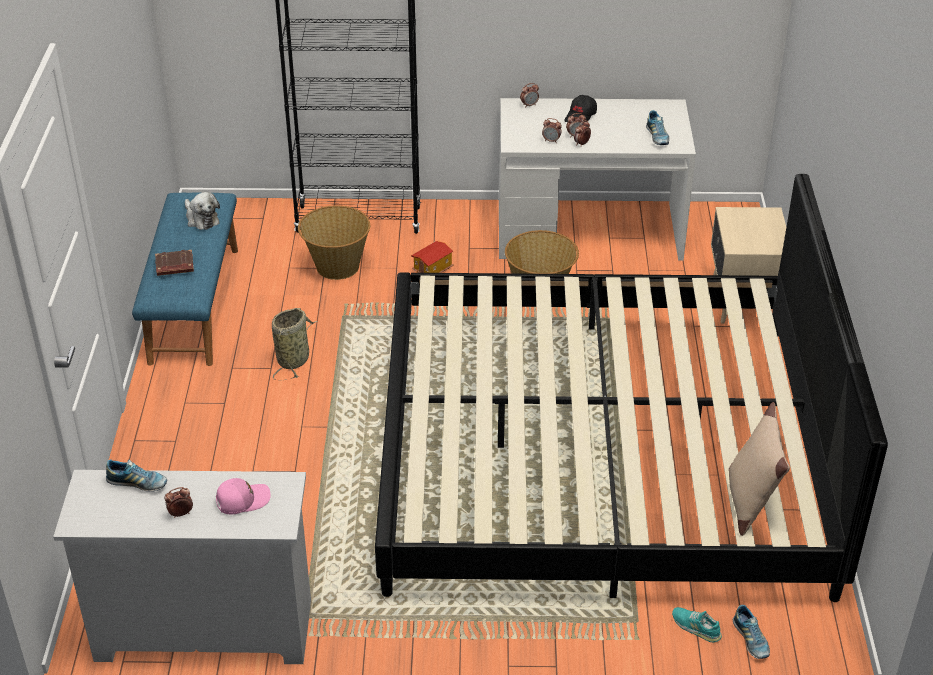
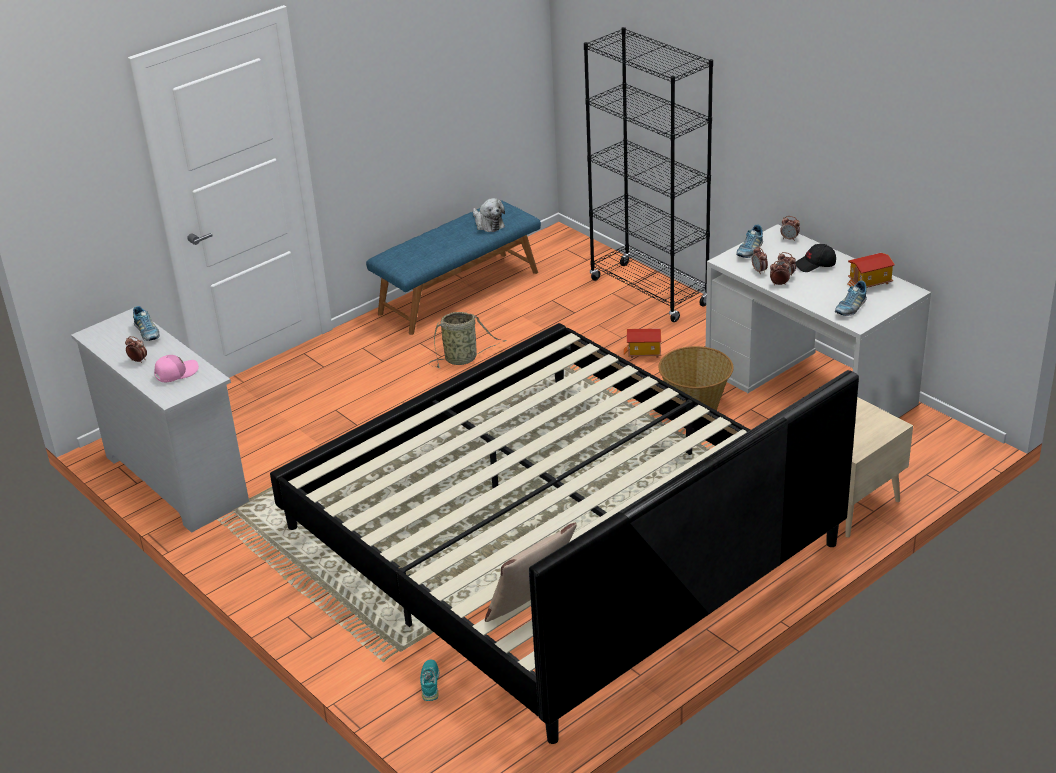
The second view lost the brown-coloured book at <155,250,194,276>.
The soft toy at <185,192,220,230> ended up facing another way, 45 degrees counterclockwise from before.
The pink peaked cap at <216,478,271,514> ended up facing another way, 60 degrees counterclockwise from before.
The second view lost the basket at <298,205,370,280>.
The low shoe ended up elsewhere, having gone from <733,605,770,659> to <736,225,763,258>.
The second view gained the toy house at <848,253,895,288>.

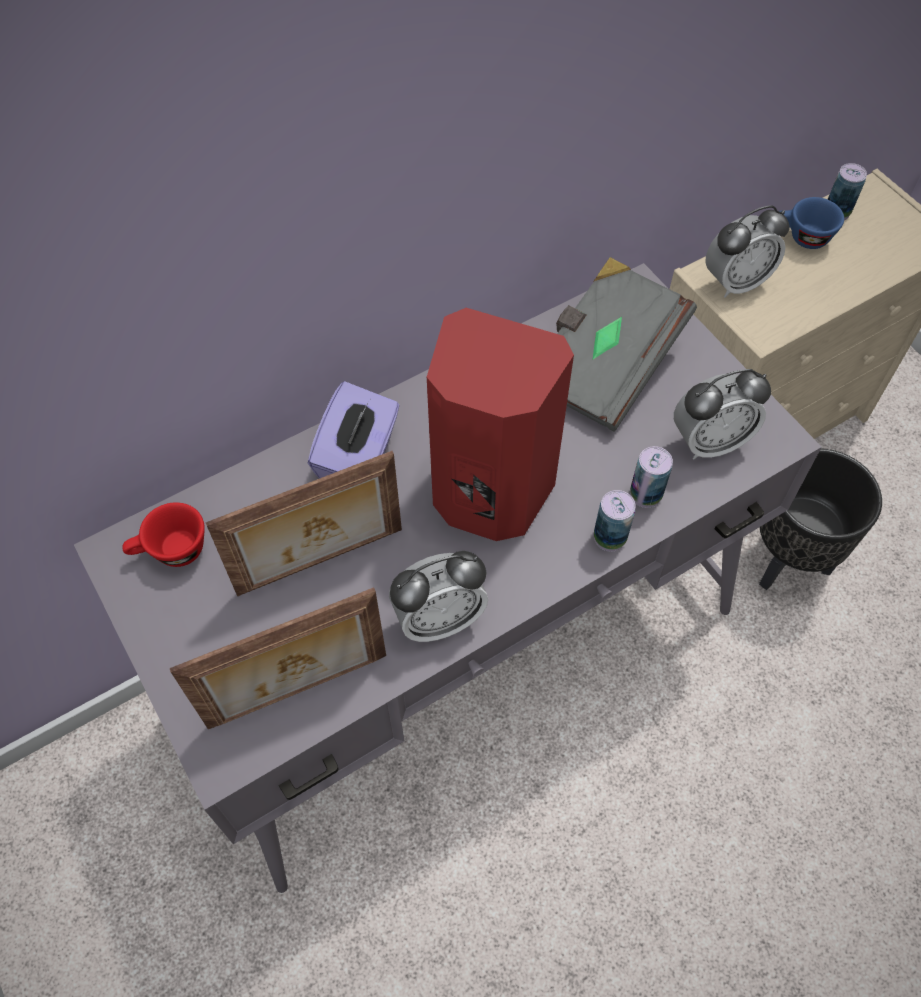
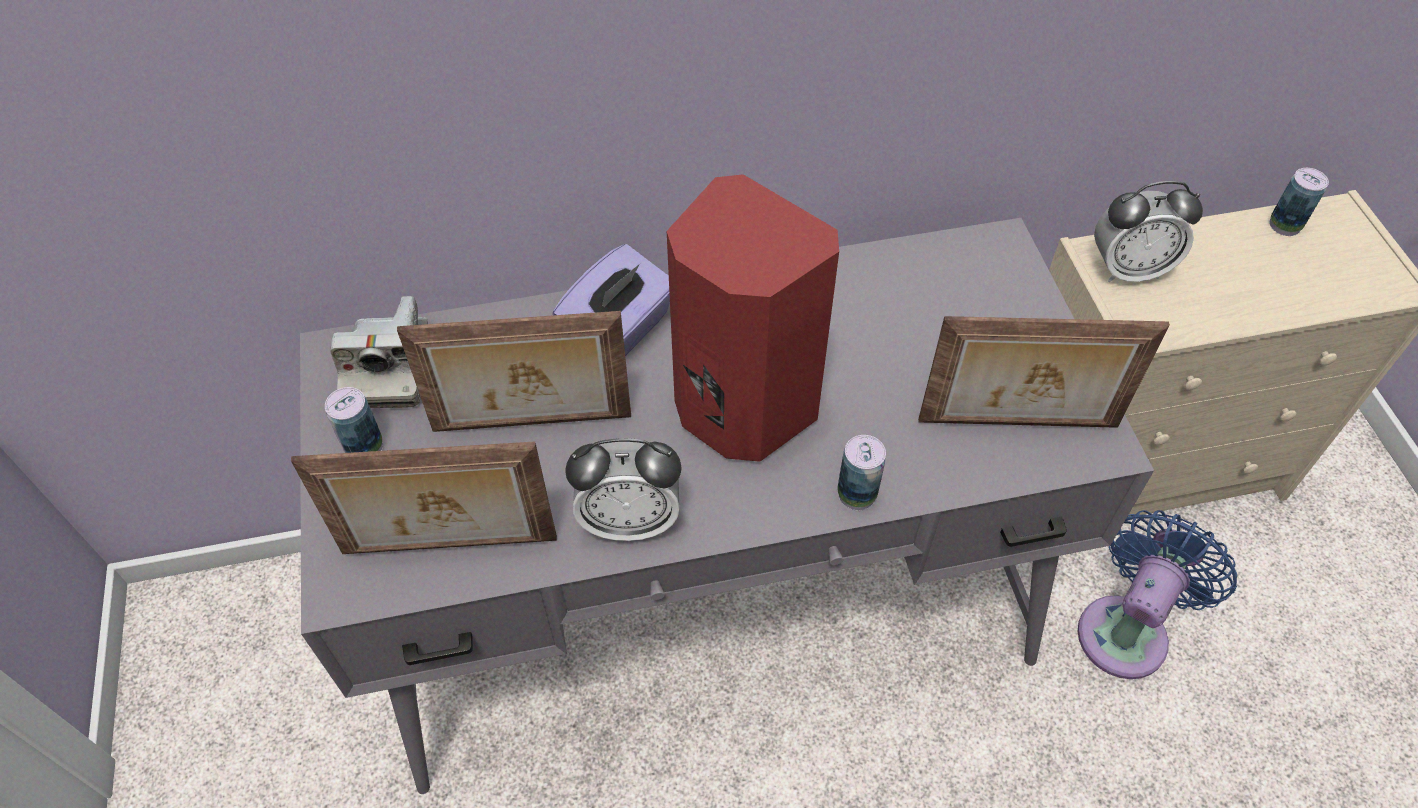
Where the red cup stood at <123,502,205,567>, the still camera came to stand at <330,296,428,408>.
The second view lost the greyish book at <556,257,697,432>.
The metal can ended up elsewhere, having gone from <630,446,673,508> to <325,387,383,453>.
Where the alarm clock stood at <674,369,771,459>, the standing frame came to stand at <918,316,1170,428>.
Where the blackish flower pot stood at <759,449,882,590>, the blue cooling fan came to stand at <1078,510,1237,679>.
The second view lost the blue cup at <779,197,844,249>.

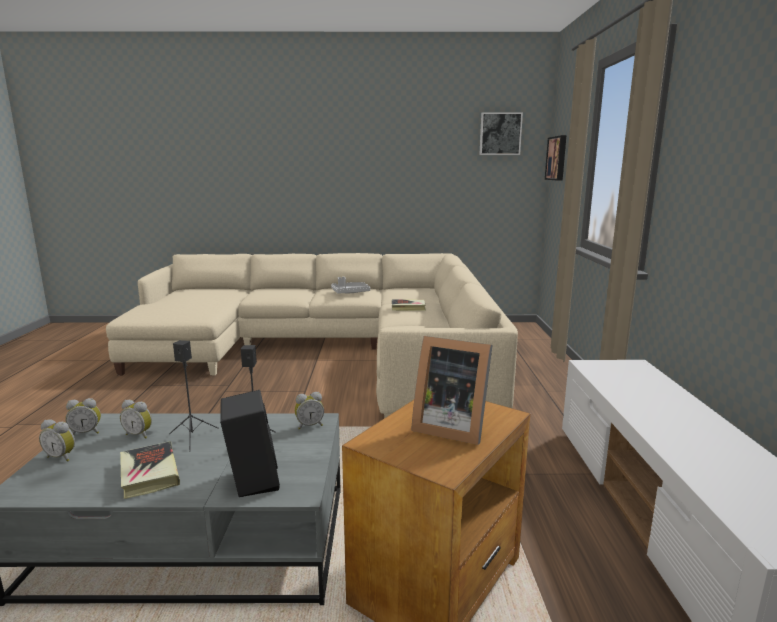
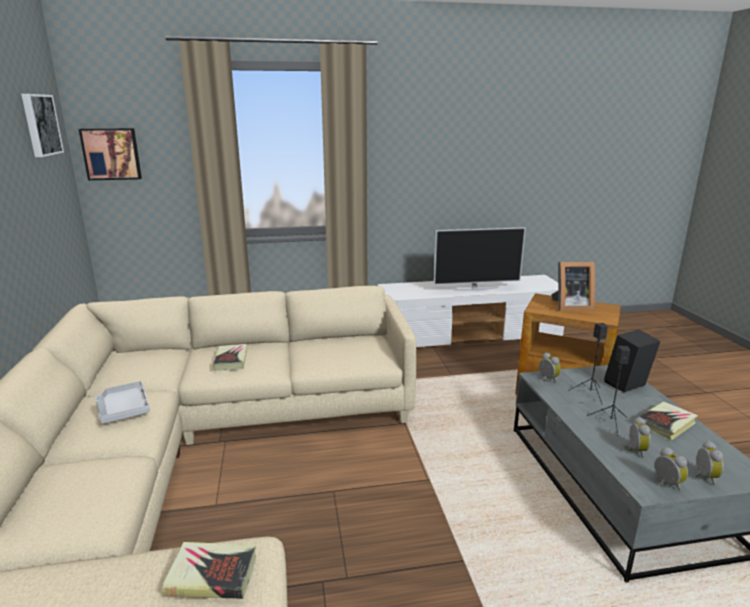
The standing frame at <411,336,493,445> ended up facing another way, 75 degrees clockwise from before.
The second view gained the book at <162,542,256,599>.
The second view gained the TV at <434,227,526,291>.

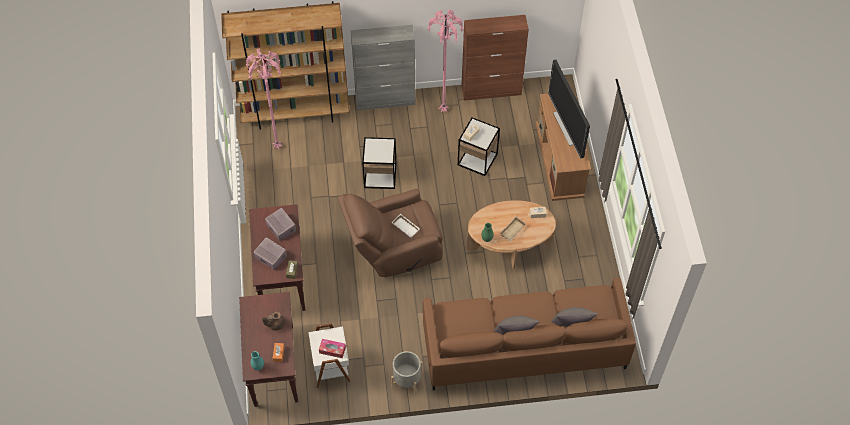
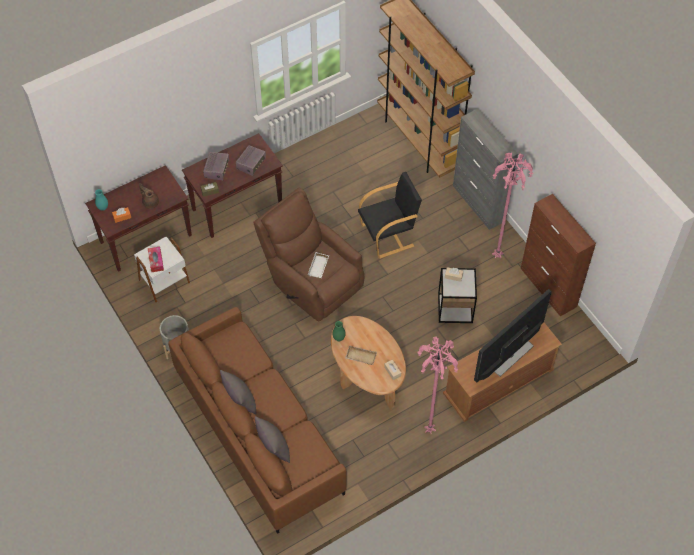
The pink floor lamp ended up elsewhere, having gone from <245,48,282,150> to <418,336,458,434>.
Where the accent table stood at <362,137,396,189>, the blackish lounge chair came to stand at <358,172,422,259>.

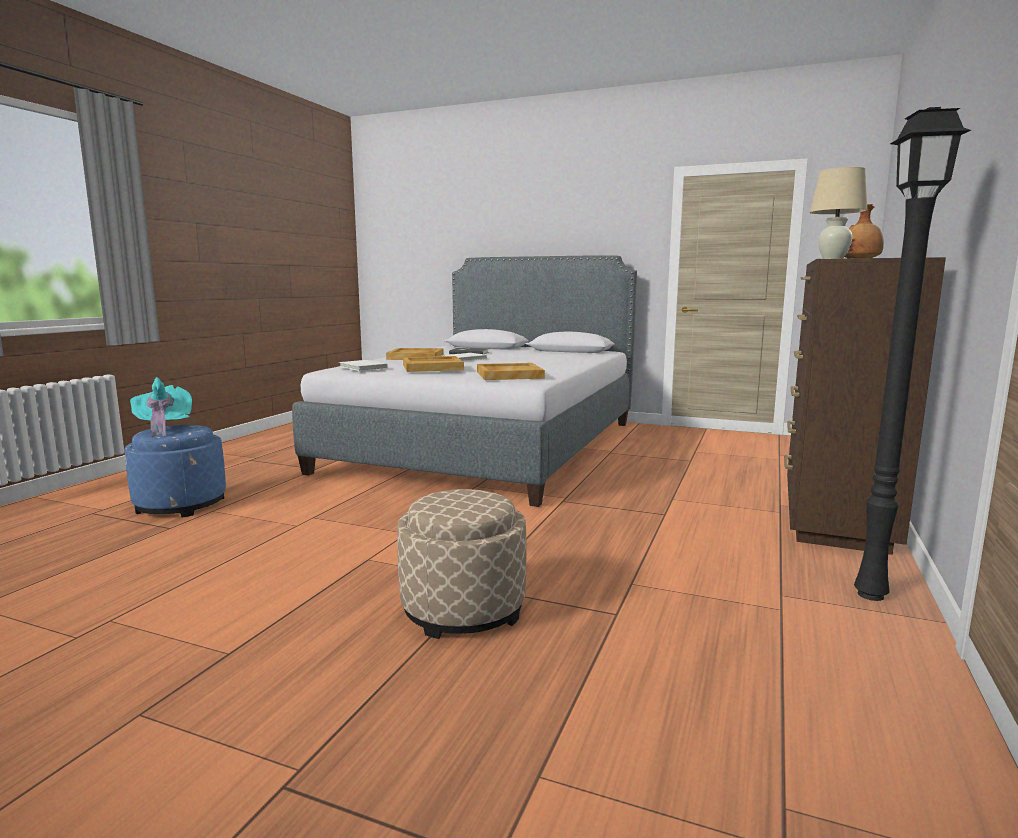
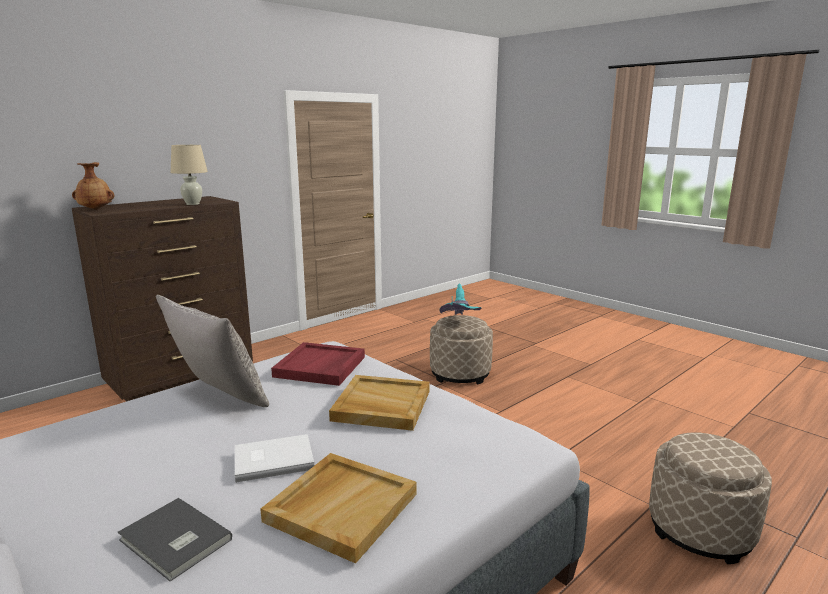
What was the blue ottoman at <124,425,226,517> turned into the sand-coloured ottoman at <649,432,772,564>.
The blue-green clothing hat ended up elsewhere, having gone from <130,377,192,437> to <439,284,482,315>.
The second view lost the whitish book at <339,360,388,371>.
What was the sand-coloured serving tray at <477,363,545,380> turned into the red serving tray at <271,342,365,386>.
The second view lost the blackish floor lamp at <854,107,971,601>.
The second view gained the greyish cushion at <156,295,269,407>.

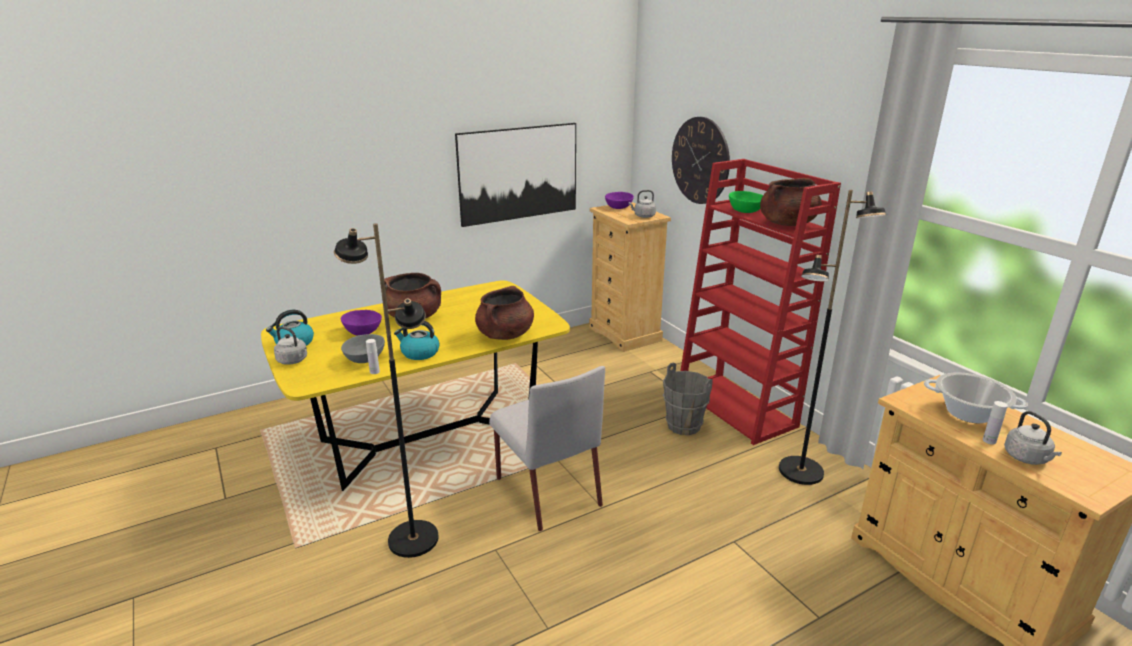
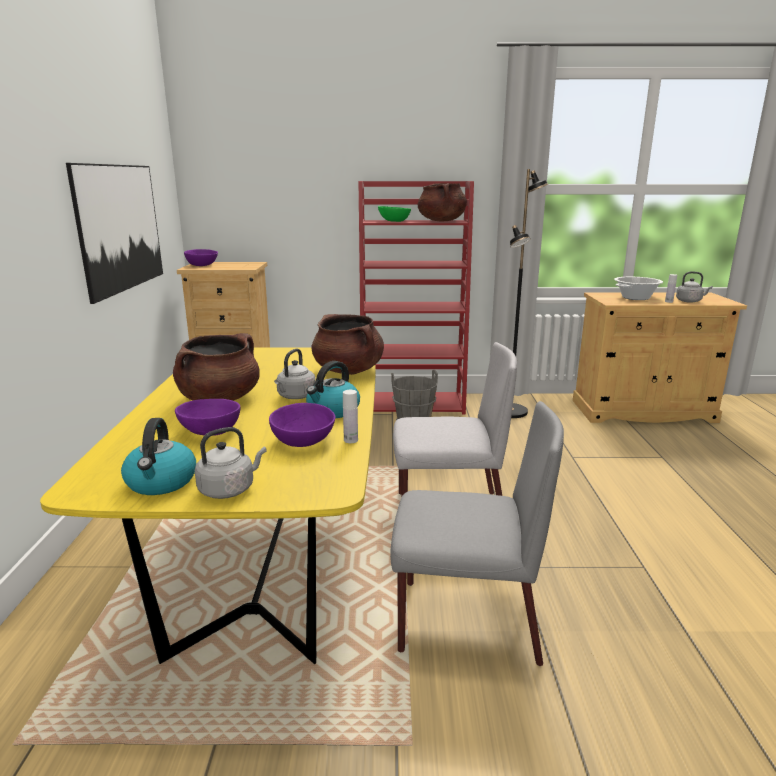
Where the blackish floor lamp stood at <334,223,439,558>, the greyish plain chair came to stand at <390,401,564,666>.
What was the greyish deep dish at <341,334,385,363> turned into the purple-coloured deep dish at <269,403,336,447>.
The greyish tea kettle ended up elsewhere, having gone from <629,190,656,218> to <274,349,316,399>.
The second view lost the clock on the wall at <672,117,730,204>.

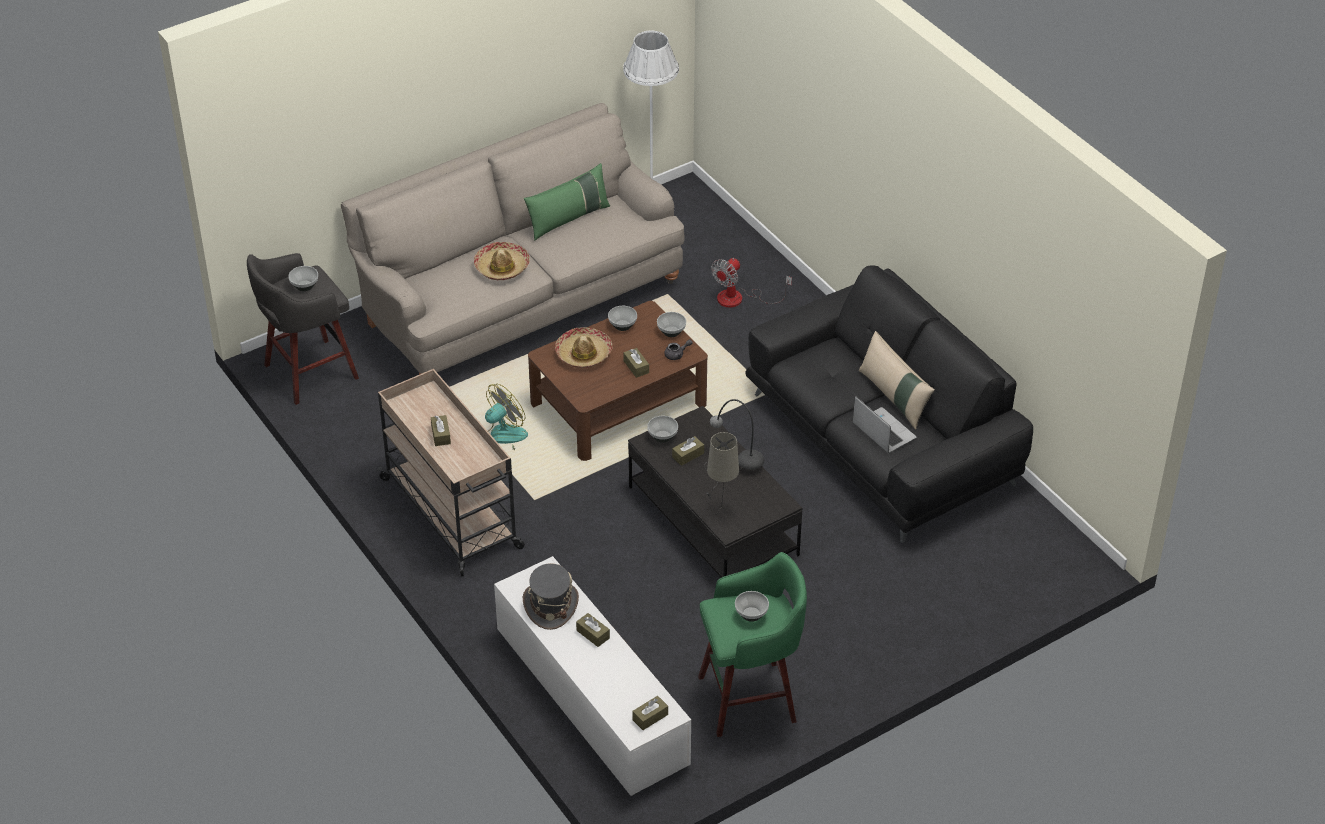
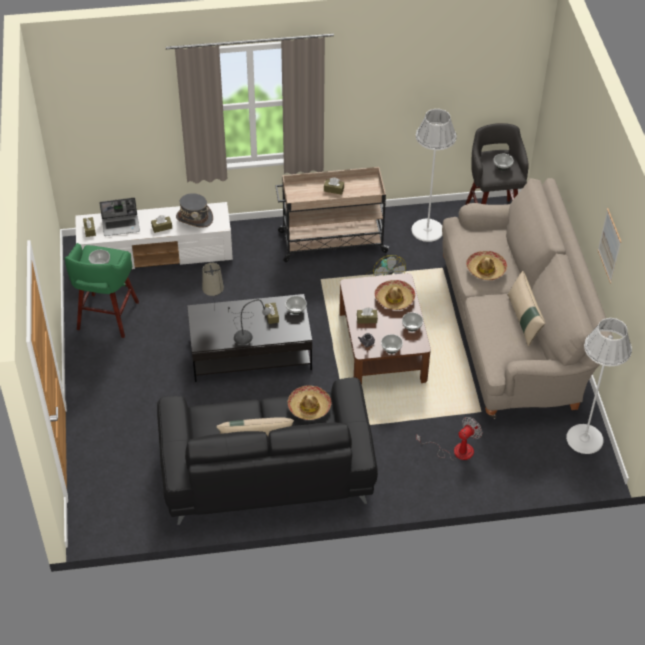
What was the green cushion at <524,163,610,240> turned into the sand-coloured cushion at <508,271,546,347>.
The cooling fan at <711,258,792,308> ended up facing another way, 75 degrees clockwise from before.
The portable computer ended up elsewhere, having gone from <853,396,917,453> to <99,198,140,236>.
The second view gained the clothing hat at <288,385,331,420>.
The second view gained the whitish floor lamp at <411,109,457,242>.
The second view gained the picture at <598,208,621,283>.

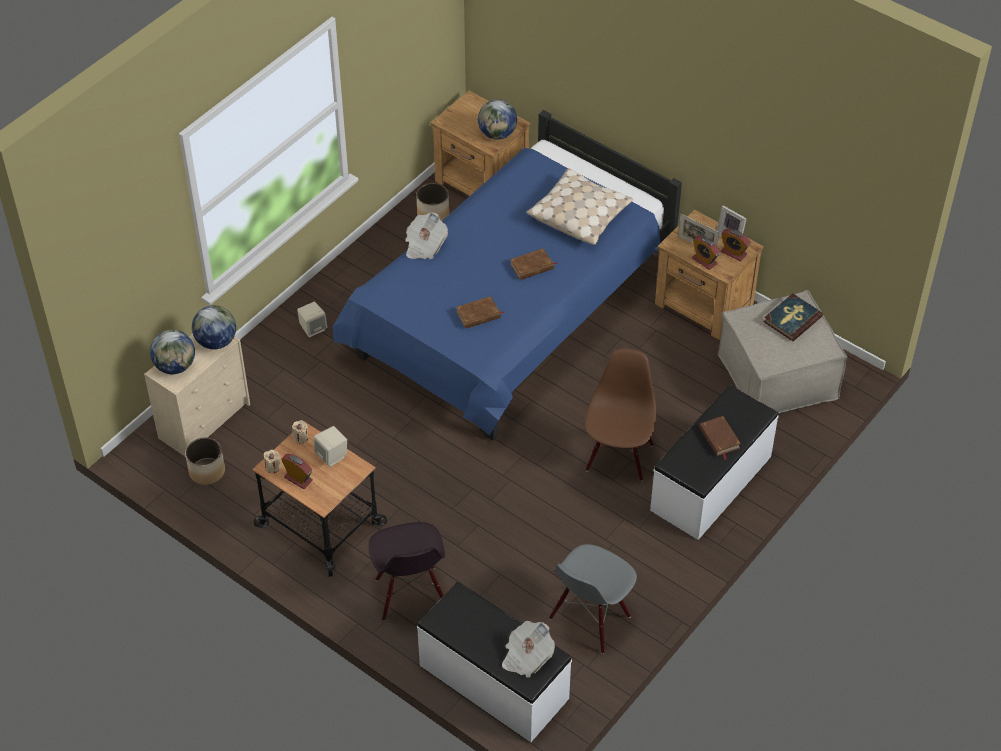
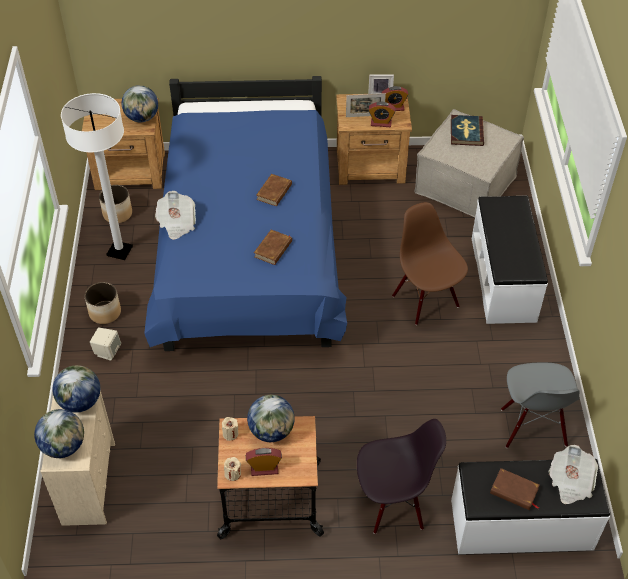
The flower pot ended up elsewhere, having gone from <185,438,225,485> to <85,282,121,324>.
Where the sand-coloured speaker stood at <314,426,347,467>, the desk globe came to stand at <247,395,295,442>.
The blackish plain chair at <369,522,445,621> ended up facing another way, 45 degrees counterclockwise from before.
The second view lost the sand-coloured cushion at <526,168,633,245>.
The brown-coloured book ended up elsewhere, having gone from <699,416,741,459> to <490,468,540,510>.
The second view gained the whitish floor lamp at <61,93,133,260>.

